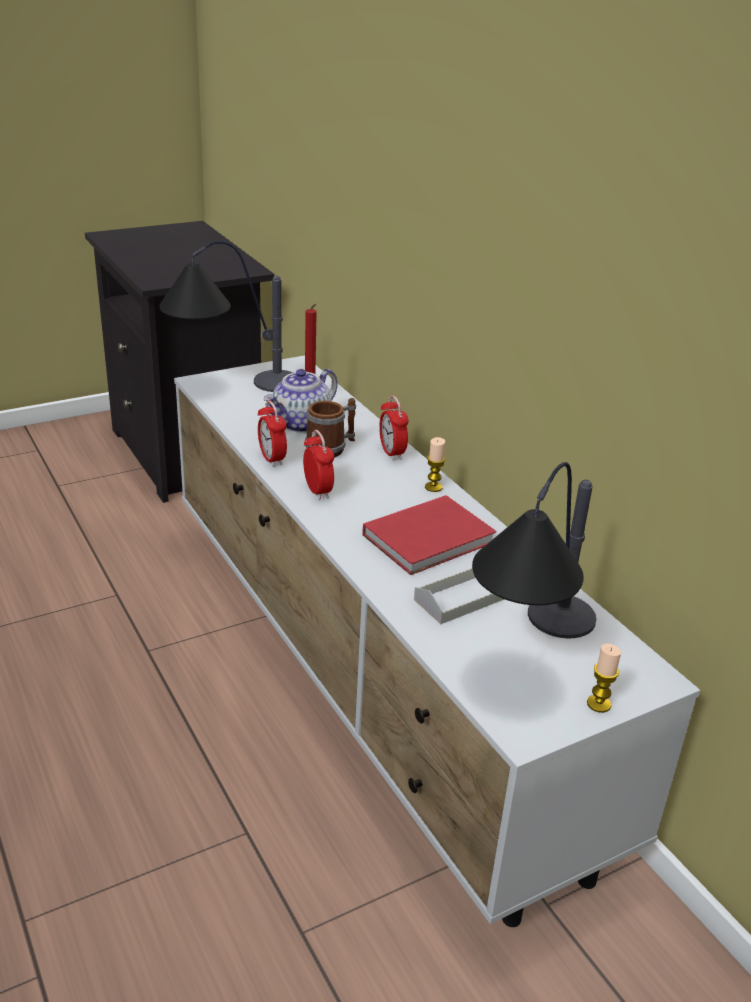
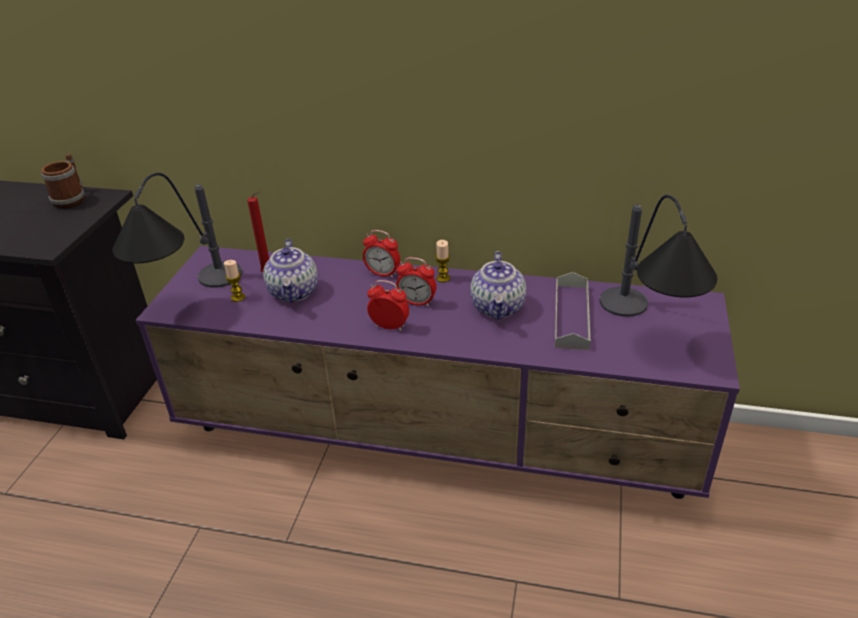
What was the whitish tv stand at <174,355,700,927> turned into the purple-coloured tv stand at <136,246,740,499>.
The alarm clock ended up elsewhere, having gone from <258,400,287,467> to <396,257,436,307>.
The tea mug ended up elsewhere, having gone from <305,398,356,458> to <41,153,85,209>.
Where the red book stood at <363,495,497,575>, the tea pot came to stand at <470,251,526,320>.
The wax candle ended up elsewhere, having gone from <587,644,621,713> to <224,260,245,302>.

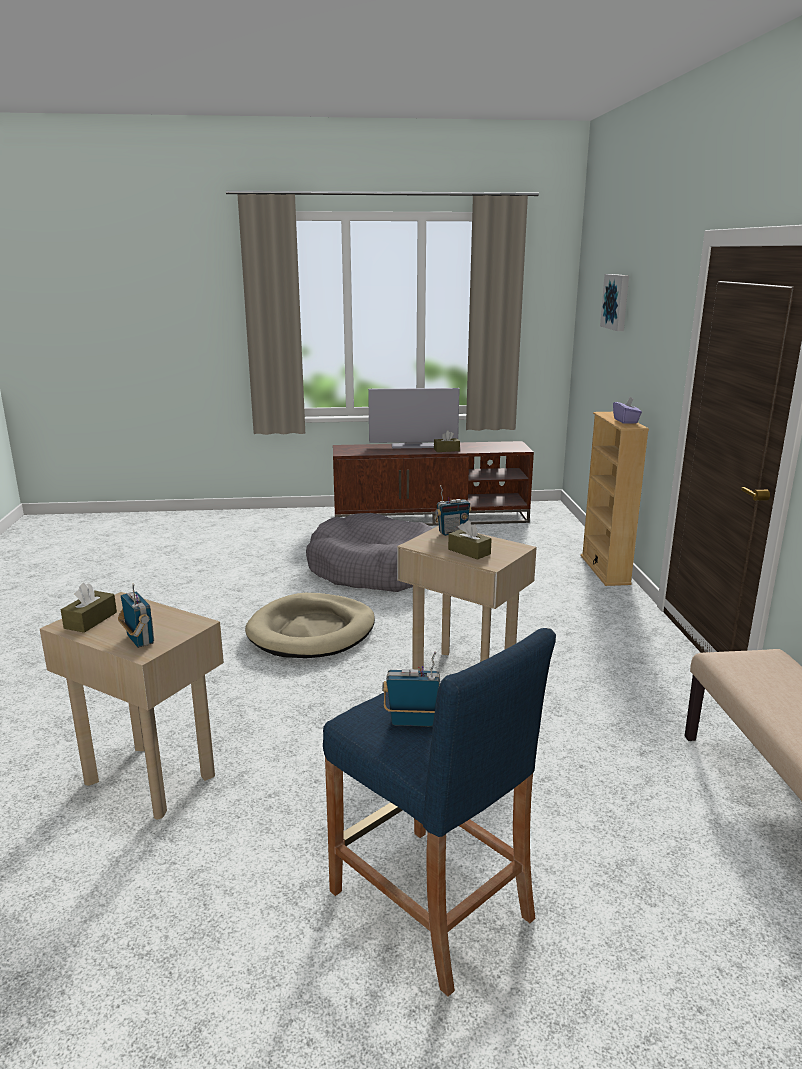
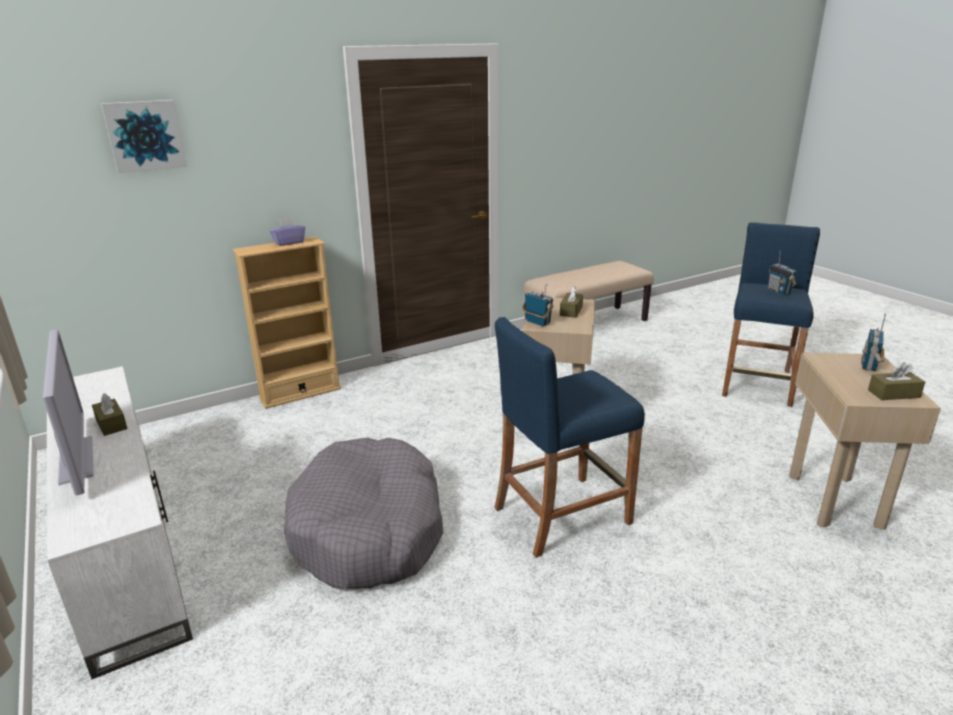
Where the sand-coloured dog bed stood at <245,593,375,658>, the blue stool seat came to stand at <494,317,645,558>.
What was the brown-coloured tv stand at <333,441,534,526> turned into the whitish tv stand at <47,366,193,679>.

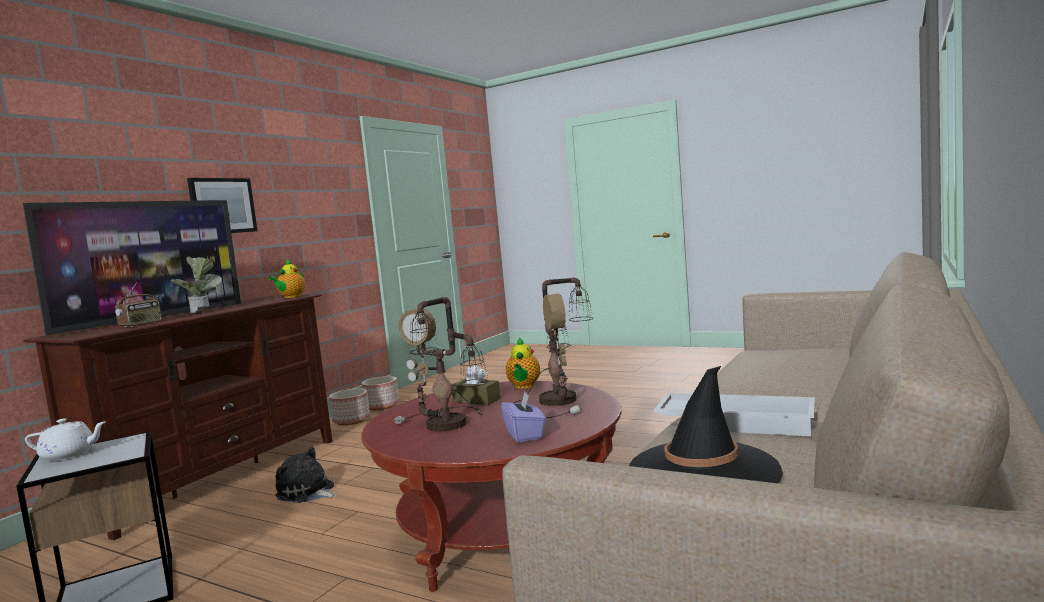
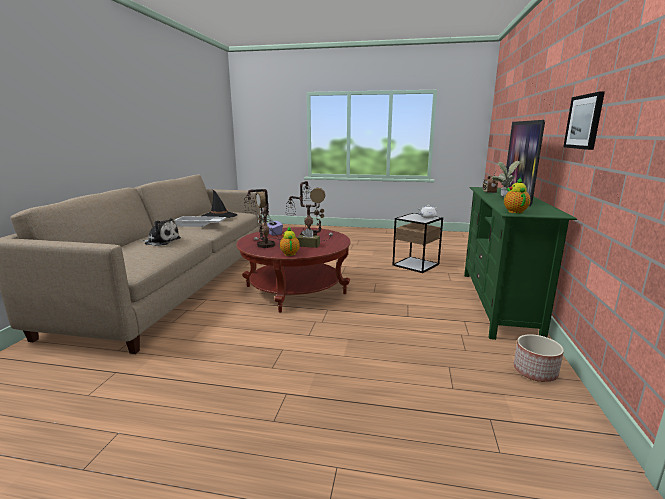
What was the brown-coloured tv stand at <23,294,332,540> turned into the green tv stand at <464,187,577,340>.
The soft toy ended up elsewhere, having gone from <275,447,337,503> to <141,218,181,246>.
The second view lost the flower pot at <362,376,399,410>.

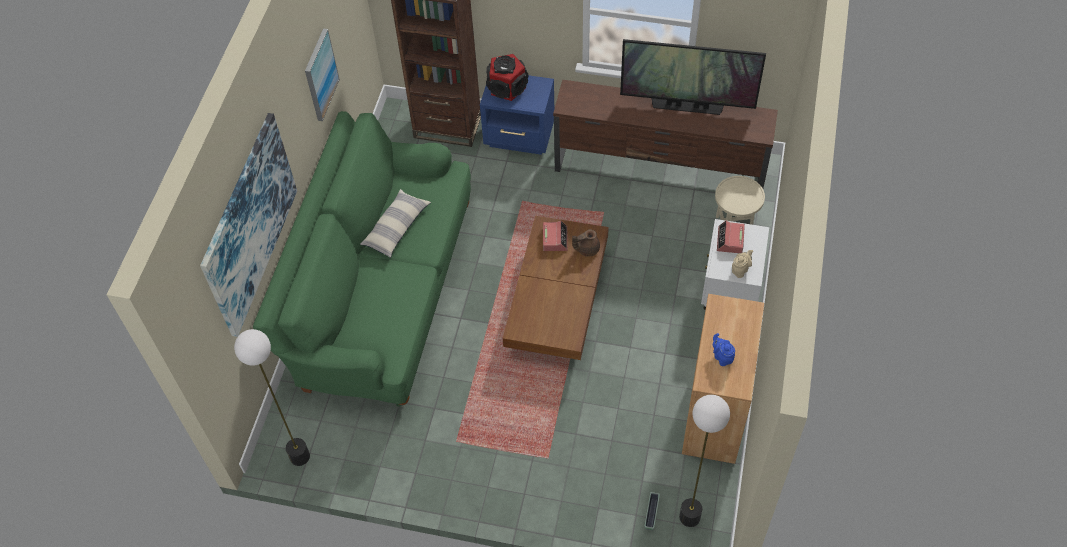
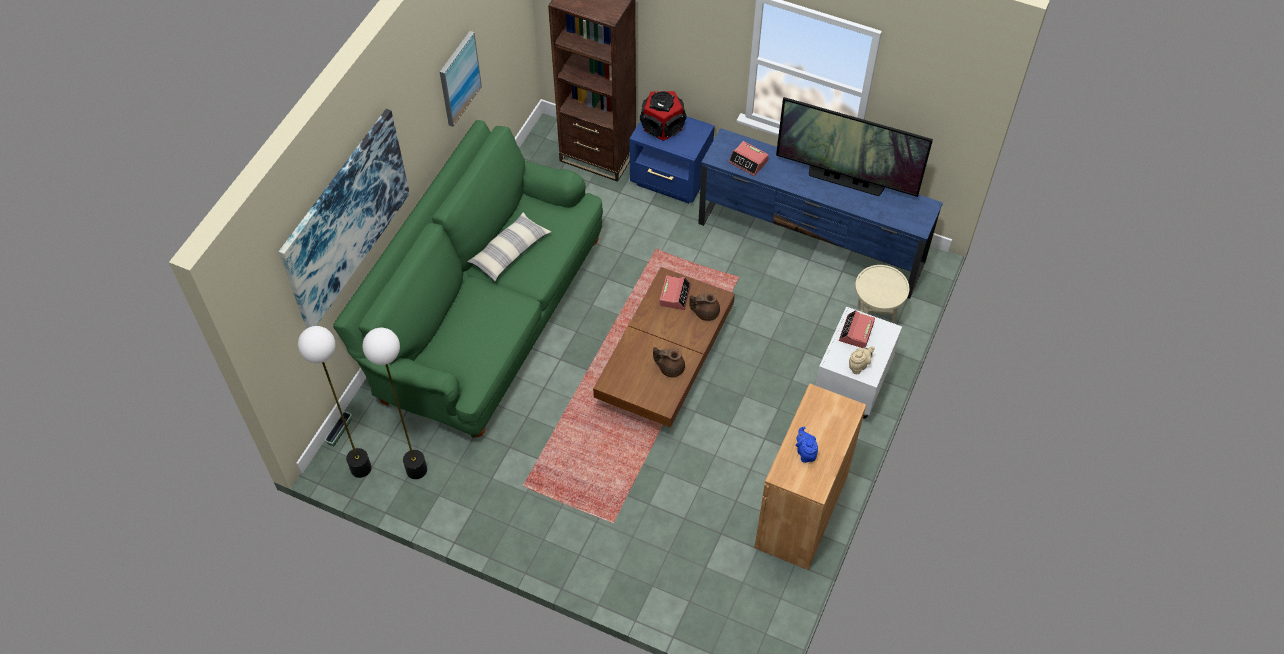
What was the brown-coloured tv stand at <553,80,778,188> turned into the blue tv stand at <698,128,943,299>.
The flower pot ended up elsewhere, having gone from <645,492,660,530> to <324,411,352,446>.
The floor lamp ended up elsewhere, having gone from <679,395,730,527> to <362,328,427,479>.
The second view gained the brown-coloured tea pot at <653,347,685,377>.
The second view gained the alarm clock at <729,141,769,176>.

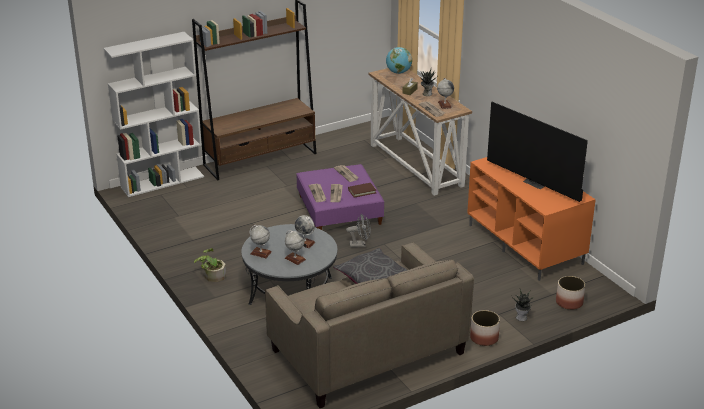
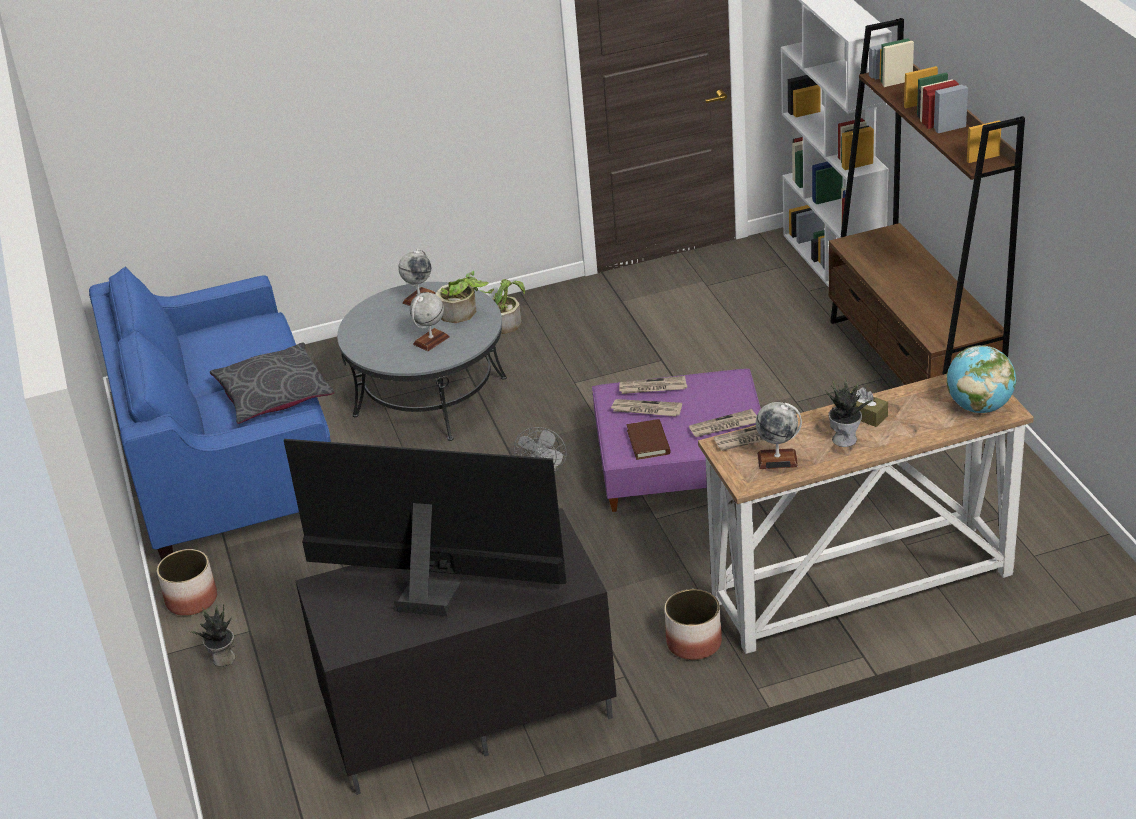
What was the sand-coloured settee at <265,243,474,408> turned into the blue settee at <89,267,331,560>.
The second view lost the desk globe at <285,230,306,265>.
What was the orange-coloured tv stand at <467,157,596,281> turned into the blackish tv stand at <295,508,617,795>.
The TV at <487,102,588,202> ended up facing another way, 45 degrees clockwise from before.
The flower pot ended up elsewhere, having gone from <556,276,585,310> to <665,589,722,660>.
The second view gained the plant in a pot at <435,271,489,323>.

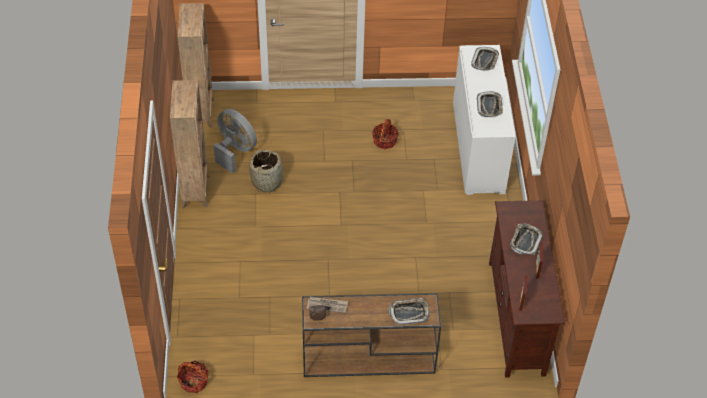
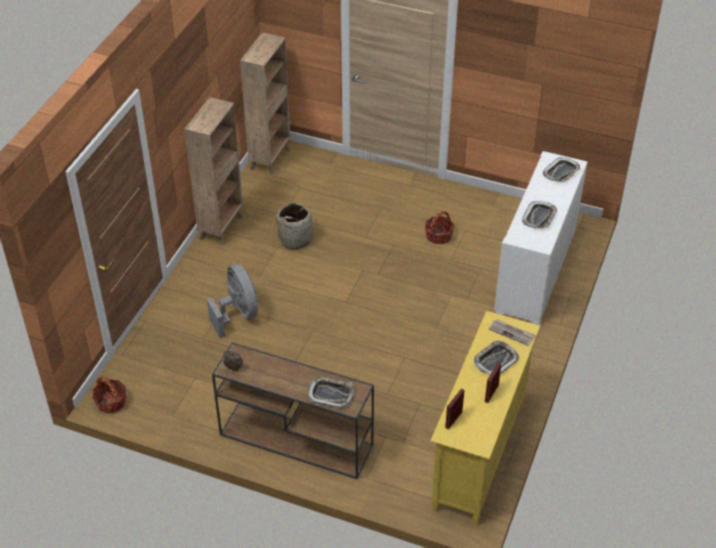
The greyish cooling fan ended up elsewhere, having gone from <213,109,257,174> to <207,264,258,338>.
The newspaper ended up elsewhere, having gone from <307,297,348,313> to <488,319,535,346>.
What was the brown-coloured tv stand at <489,200,565,378> turned into the yellowish tv stand at <430,311,540,525>.

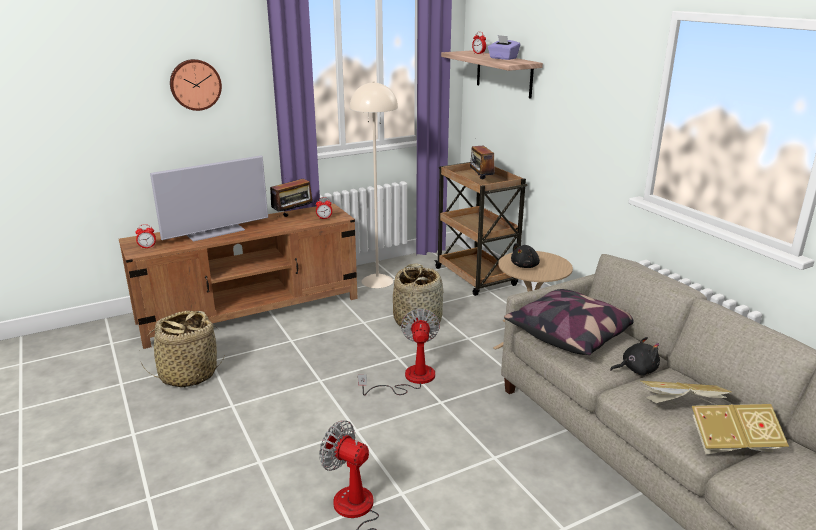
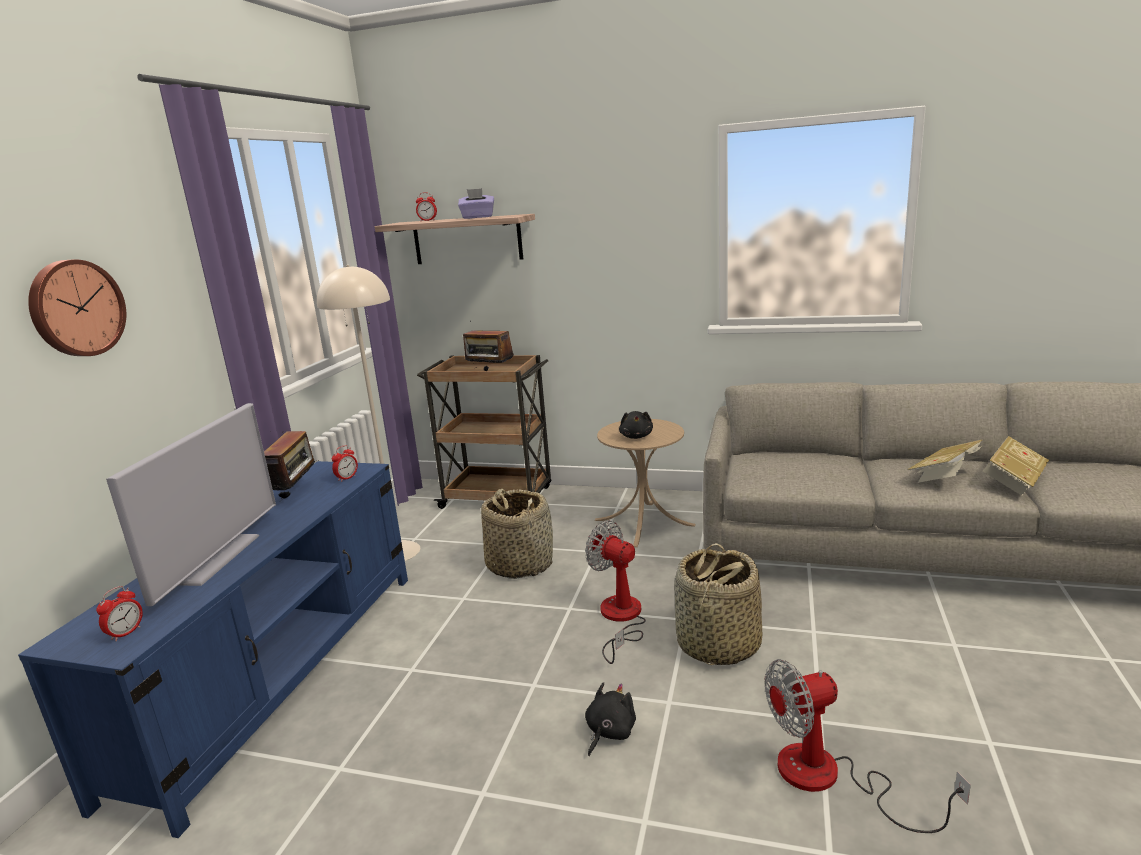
What was the brown-coloured tv stand at <119,204,358,349> turned into the blue tv stand at <18,461,408,838>.
The basket ended up elsewhere, having gone from <139,311,225,388> to <674,543,762,665>.
The second view lost the cushion at <504,289,634,355>.
The blackish soft toy ended up elsewhere, having gone from <610,337,660,376> to <585,682,636,756>.

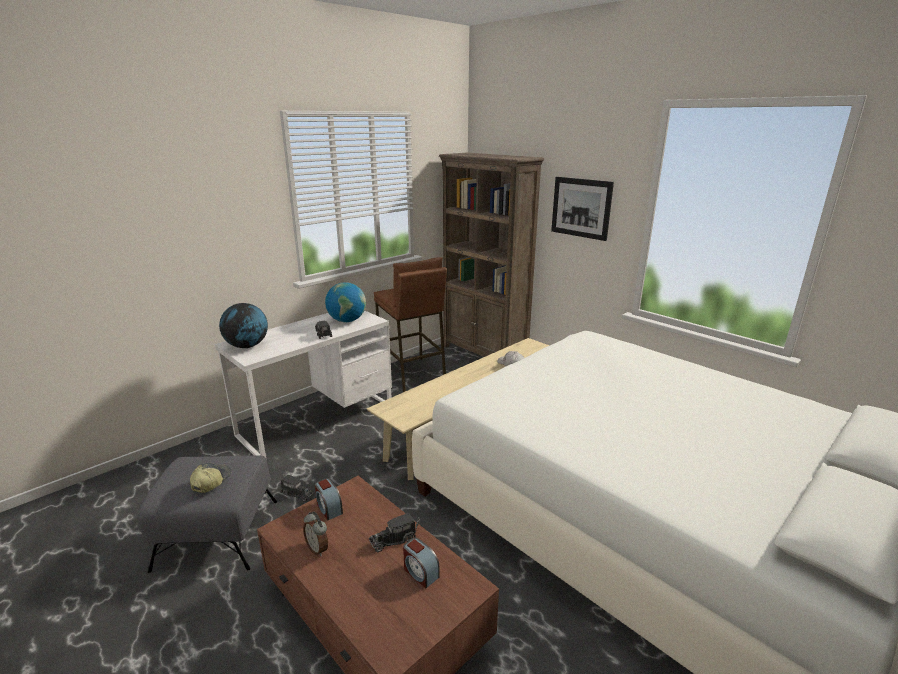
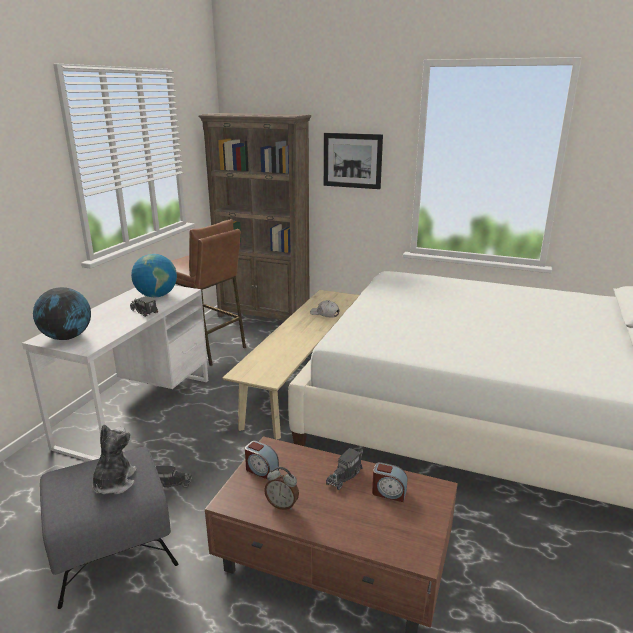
Where the peaked cap stood at <190,463,231,493>, the soft toy came to stand at <92,425,137,494>.

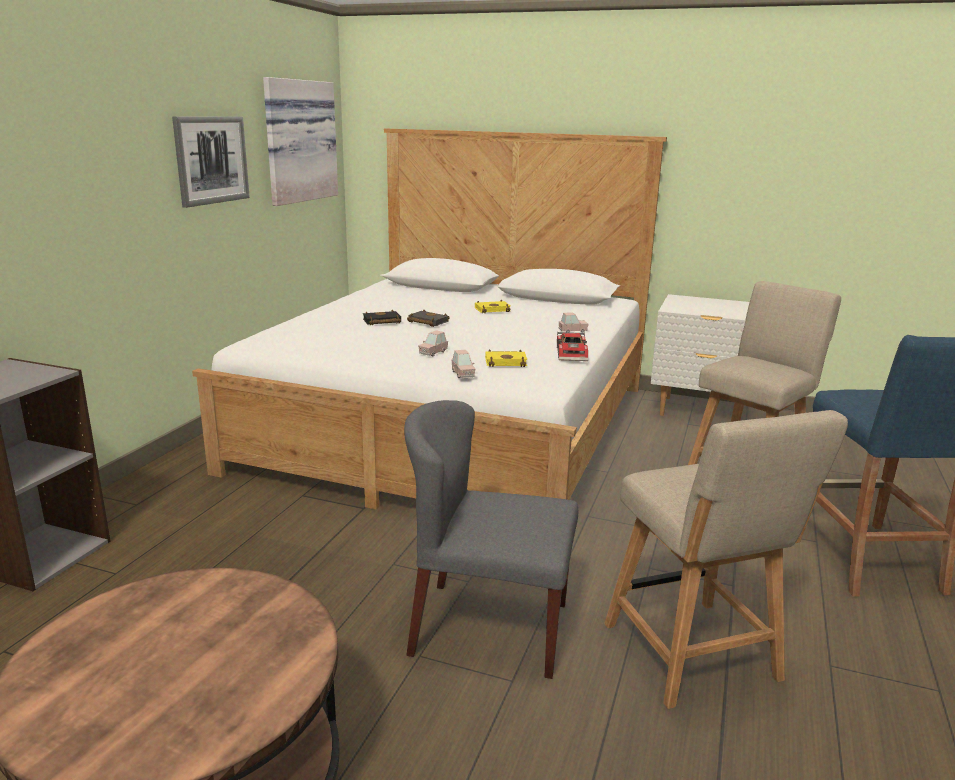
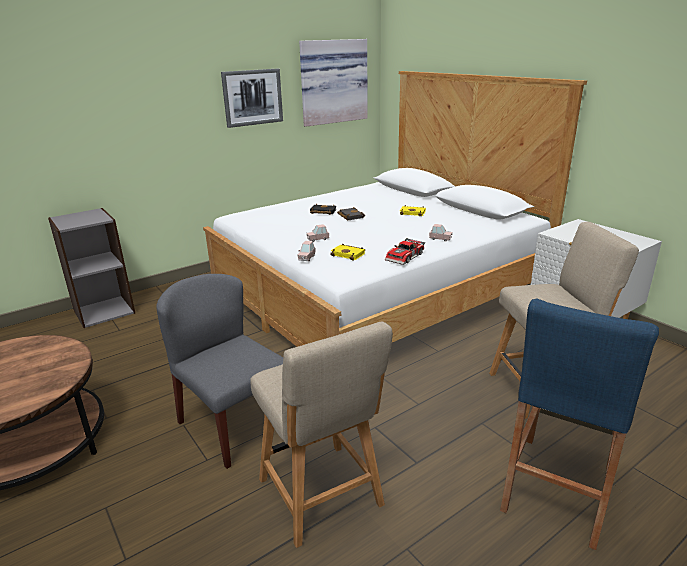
The sand-coloured plain chair at <604,410,848,709> ended up facing another way, 45 degrees counterclockwise from before.

